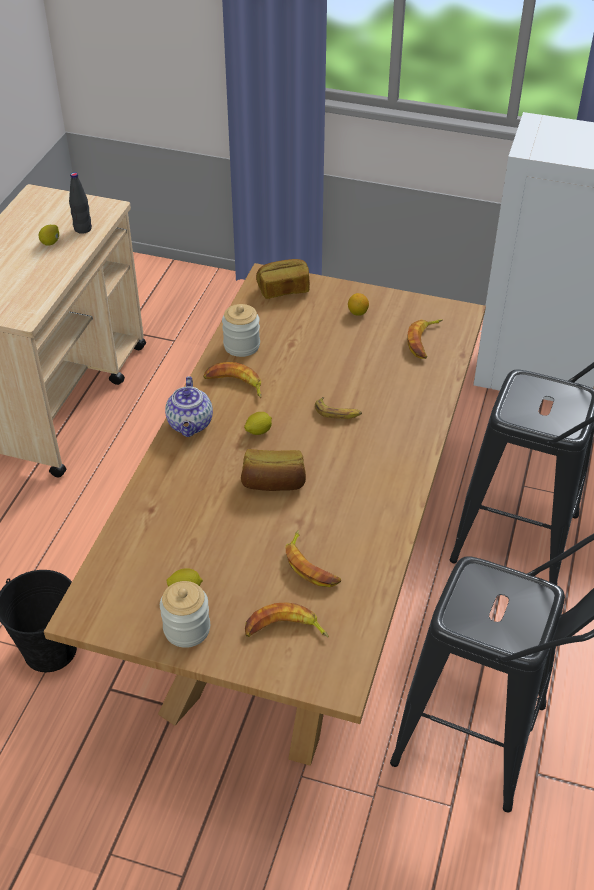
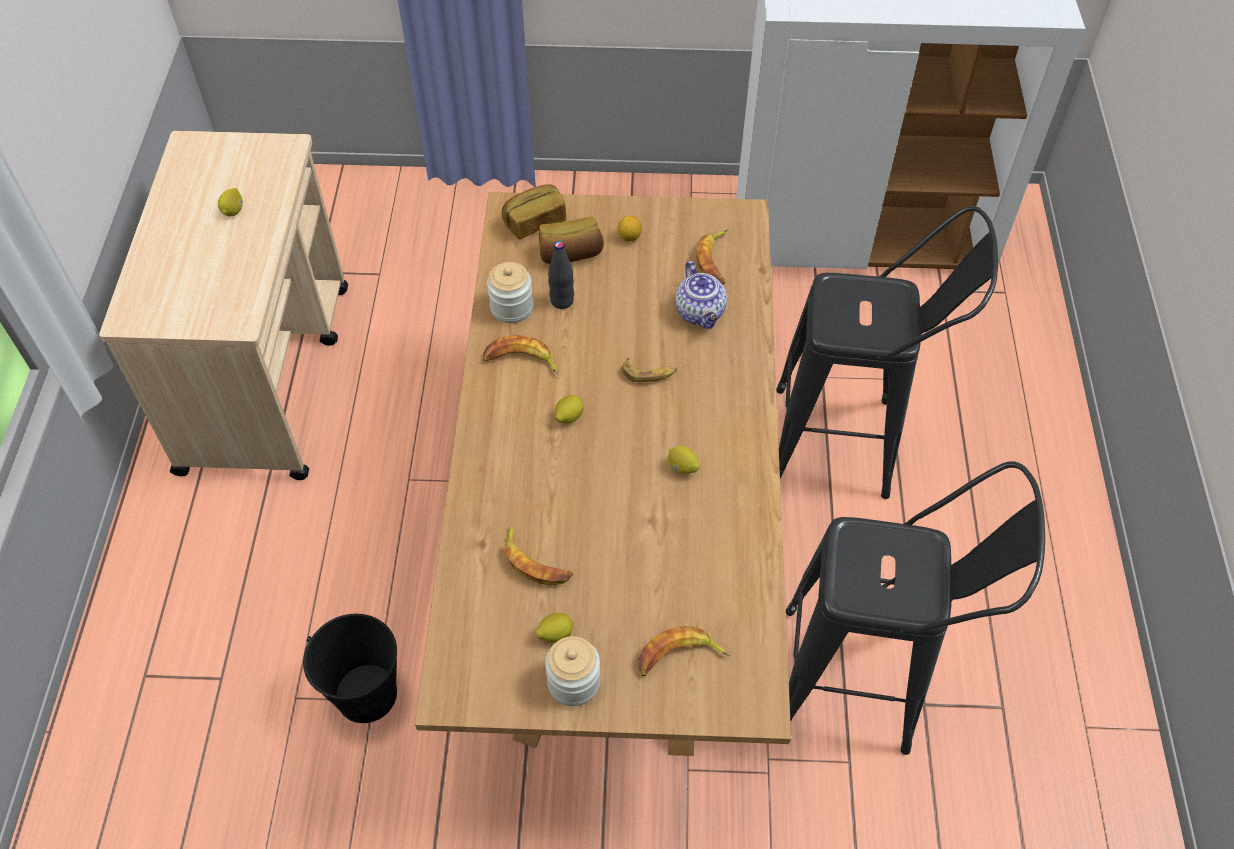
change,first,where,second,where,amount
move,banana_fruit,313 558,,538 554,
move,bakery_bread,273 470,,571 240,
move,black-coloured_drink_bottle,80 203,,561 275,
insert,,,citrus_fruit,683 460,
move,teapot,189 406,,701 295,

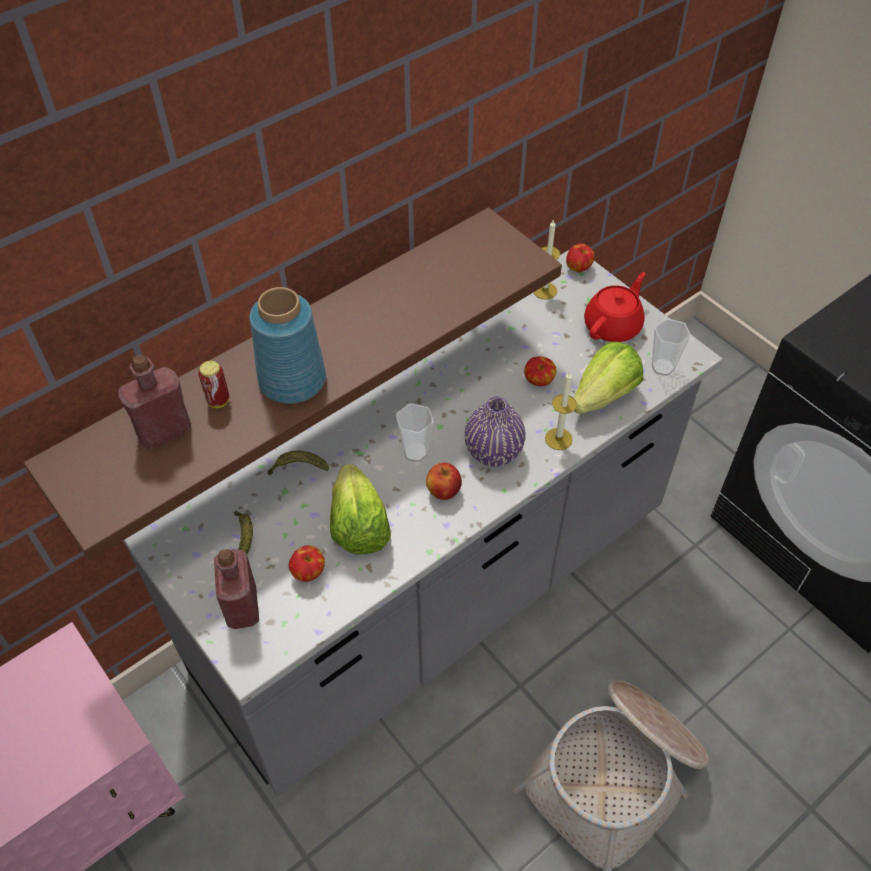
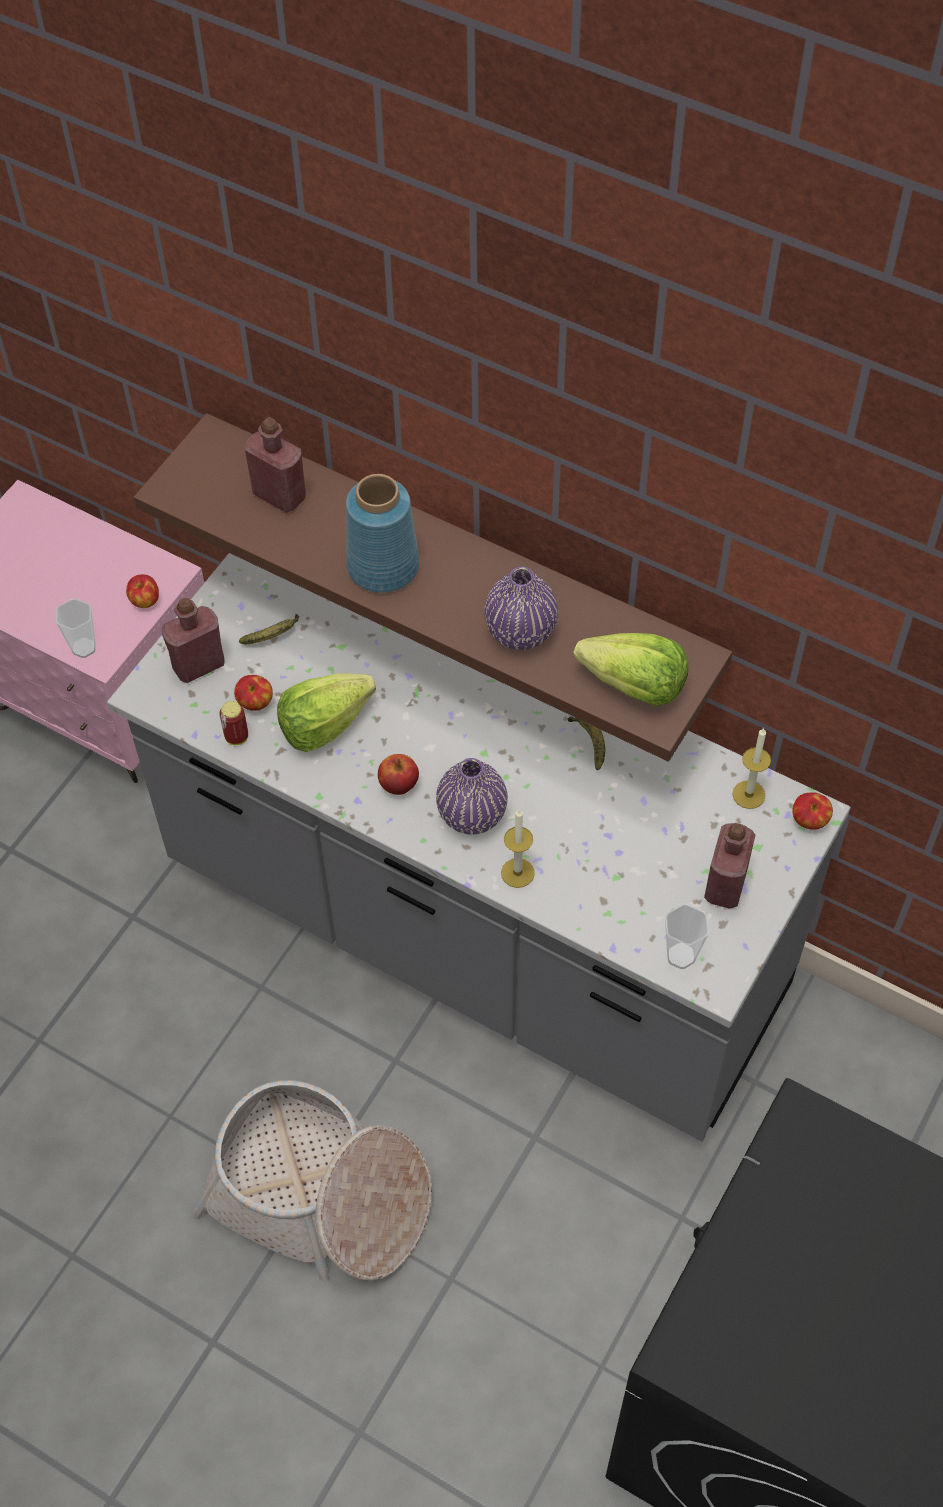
change,first,where,second,where,amount
move,cup,415 432,,75 628,
move,apple,540 371,,142 591,
move,can,214 384,,233 723,
insert,,,purple_decorative_vase,521 608,
move,banana_fruit,298 463,,586 743,
move,head_of_lettuce,608 377,,631 669,
replace,red-coloured_teapot,614 307,red-coloured_drink_bottle,729 865,

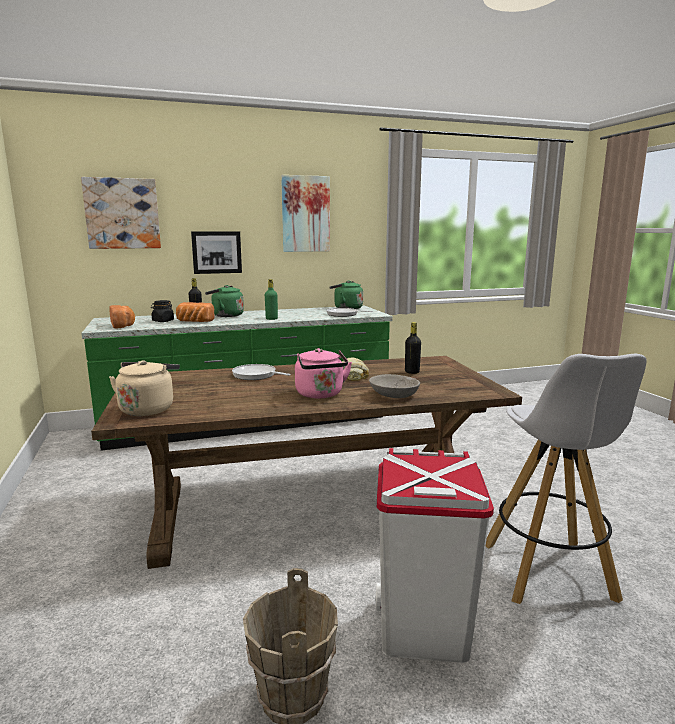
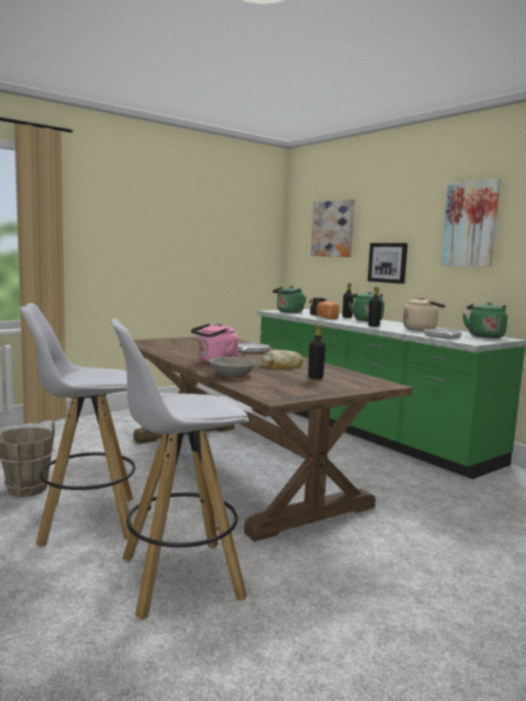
change,first,where,second,where,amount
replace,white-coloured_rubbish_bin,434 555,white-coloured_stool,77 425,
replace,bakery_bread,122 317,greenish_water_kettle,289 299,
recolor,greenish_drink_bottle,271 299,black-coloured_drink_bottle,375 307,
move,sand-coloured_water_kettle,144 388,,424 314,

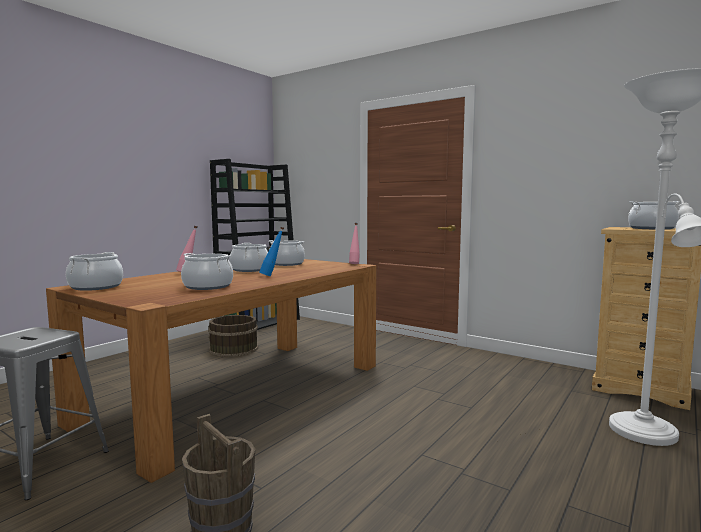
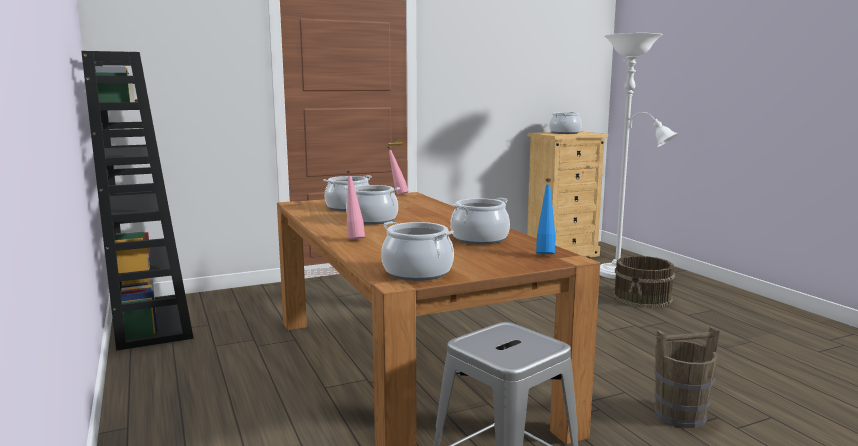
change,first,where,second,where,amount
move,blue_drink_bottle,271 251,,546 216,
move,brown-coloured_bucket,233 336,,644 282,

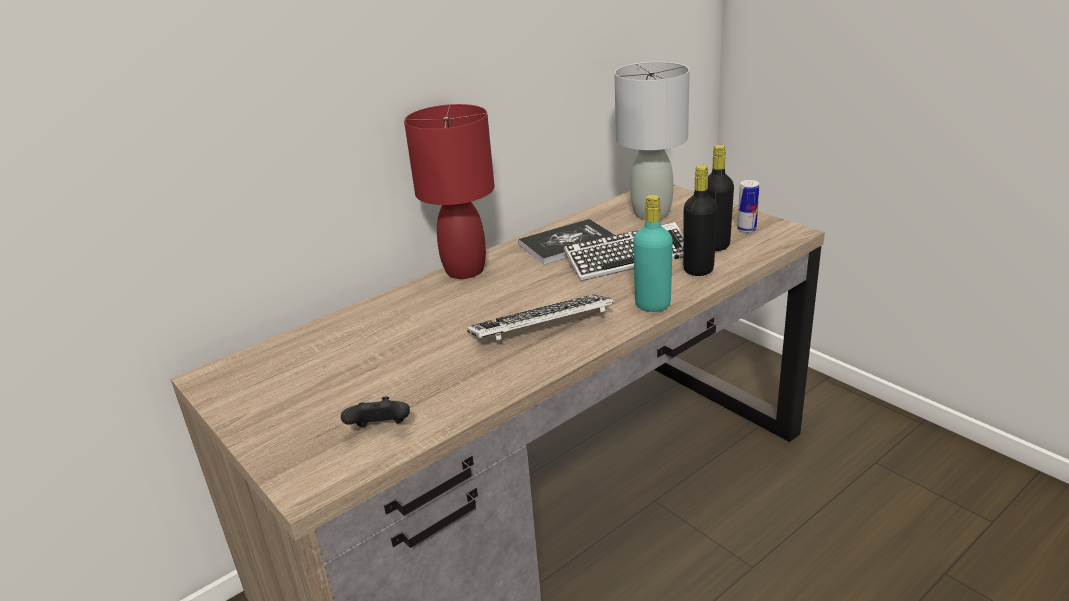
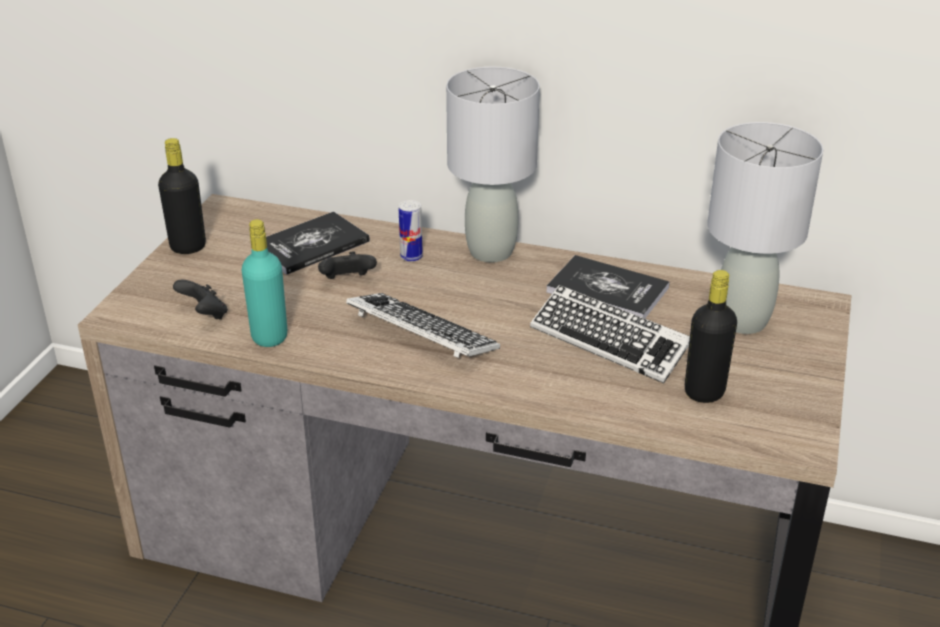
change,first,where,second,where,amount
move,black-coloured_drink_bottle,700 220,,182 196,
move,turquoise-coloured_drink_bottle,653 253,,264 283,
insert,,,volume,318 243,
insert,,,black-coloured_joypad,347 265,
move,can,748 206,,411 231,
recolor,red-coloured_lamp_for_a_table,449 191,grey_lamp_for_a_table,493 165,

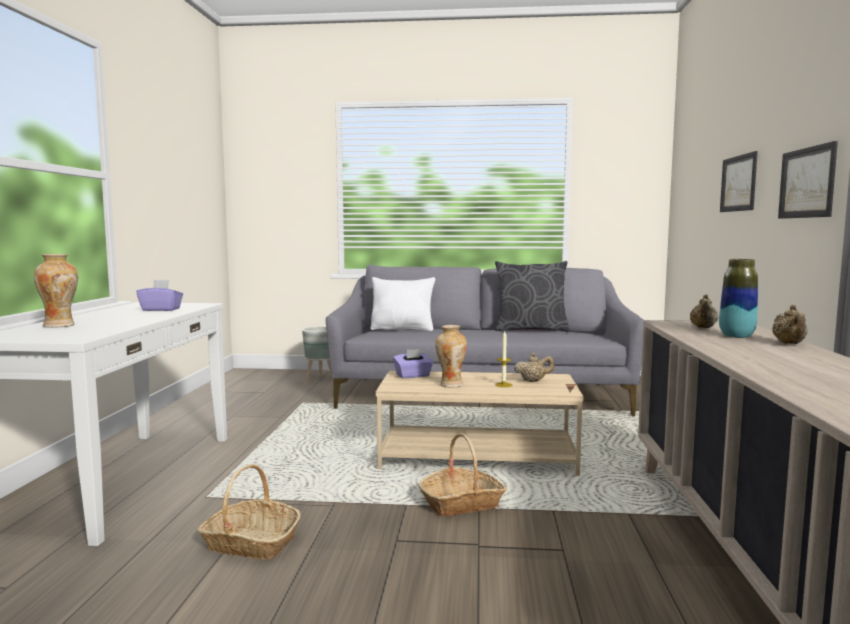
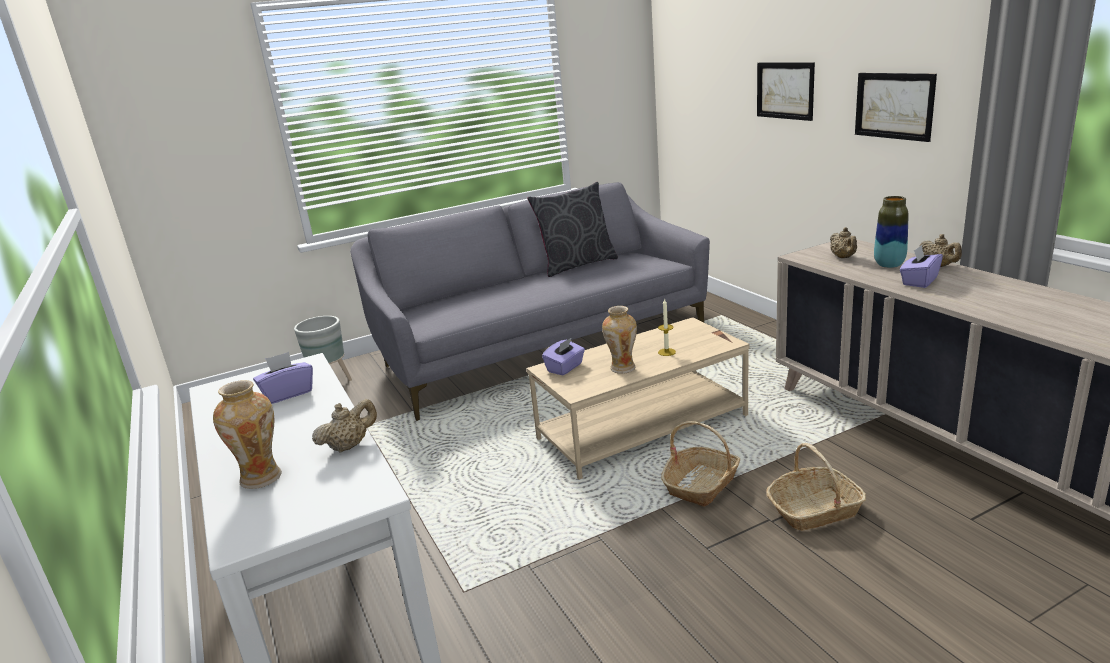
change,first,where,second,where,amount
move,sand-coloured_teapot,534 367,,344 426,
move,storage_basket,249 512,,816 487,
insert,,,purple_tissue_holder,921 266,
delete,white-coloured_throw_pillow,403 304,,,

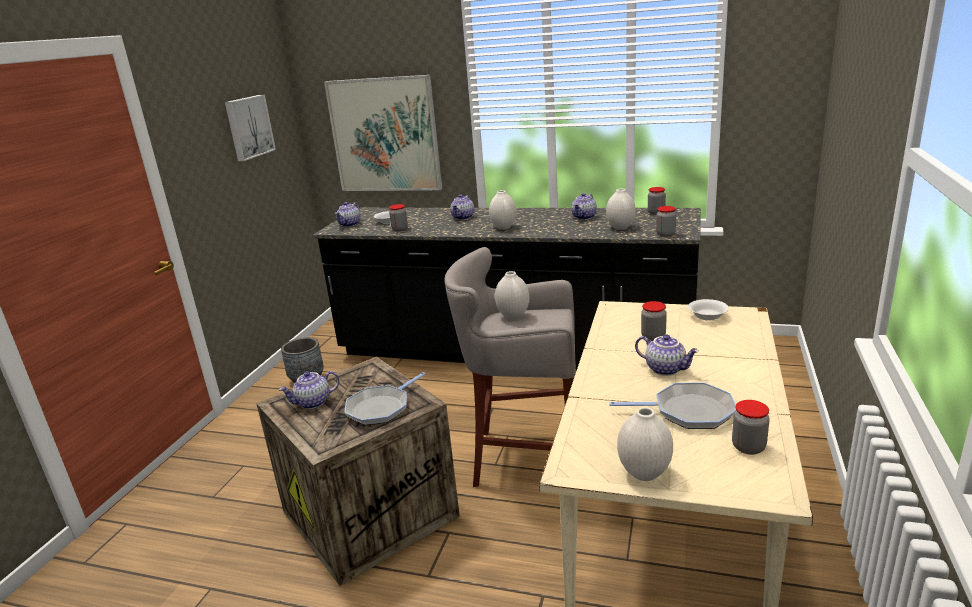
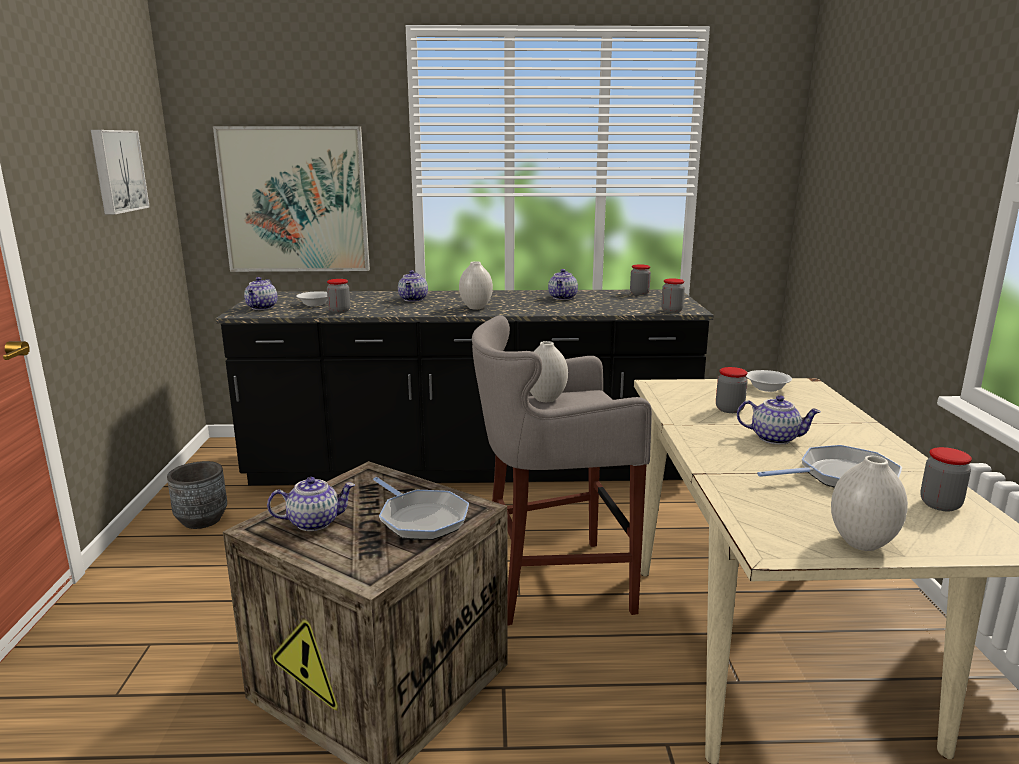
change,first,where,second,where,amount
rotate,teapot,309 390,,311 504,150 degrees counterclockwise
rotate,skillet,385 398,,421 508,60 degrees counterclockwise
delete,white-coloured_decorative_vase,621 209,,,

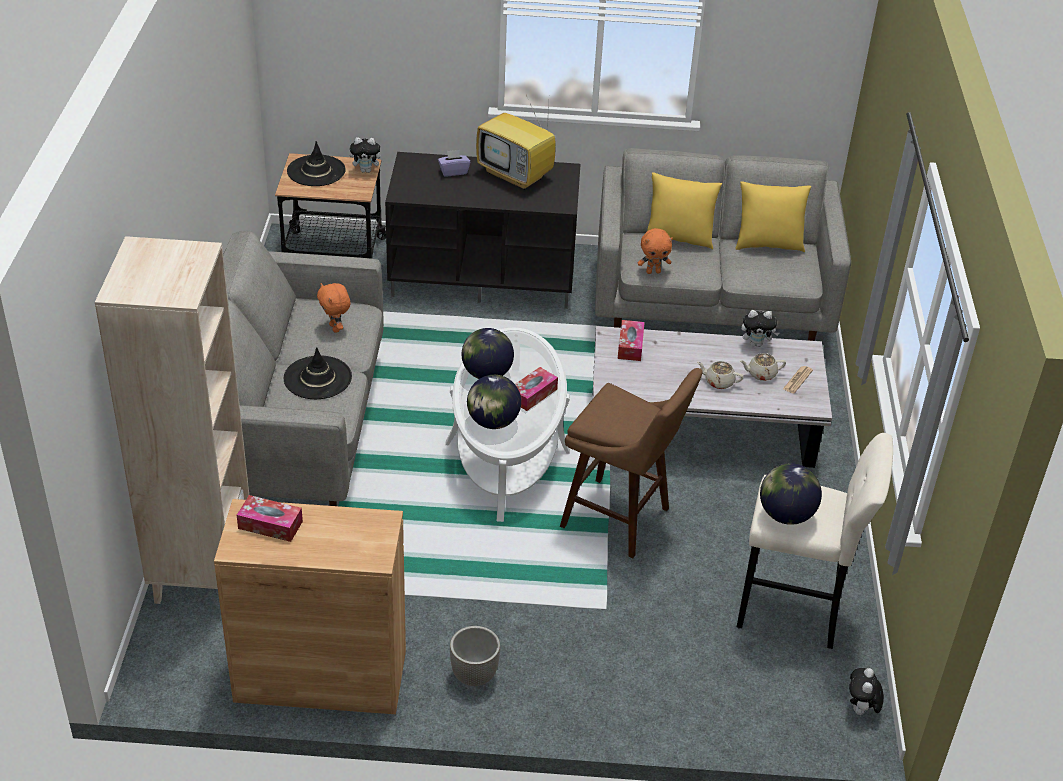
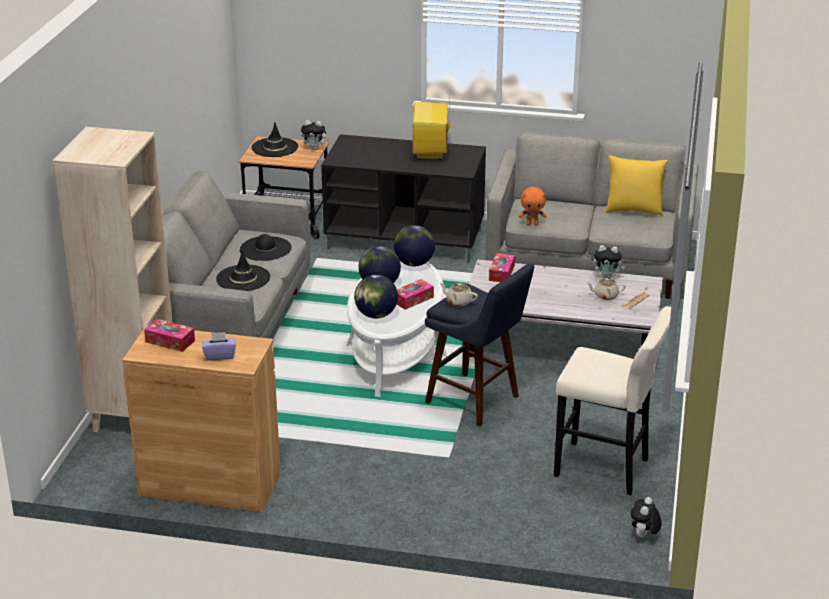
change,first,where,second,where,amount
move,purple_tissue_holder,454 163,,219 346,
replace,orange-coloured_plush_toy,334 308,black-coloured_hat,266 247,
move,world_globe,791 494,,414 245,
rotate,television,516 142,,431 122,45 degrees clockwise
recolor,brown-coloured_stool,631 463,blue_stool,479 345,
move,sand-coloured_teapot,720 375,,459 295,
delete,flower_pot,475 656,,,
delete,yellowish_throw_pillow,684 211,,,

